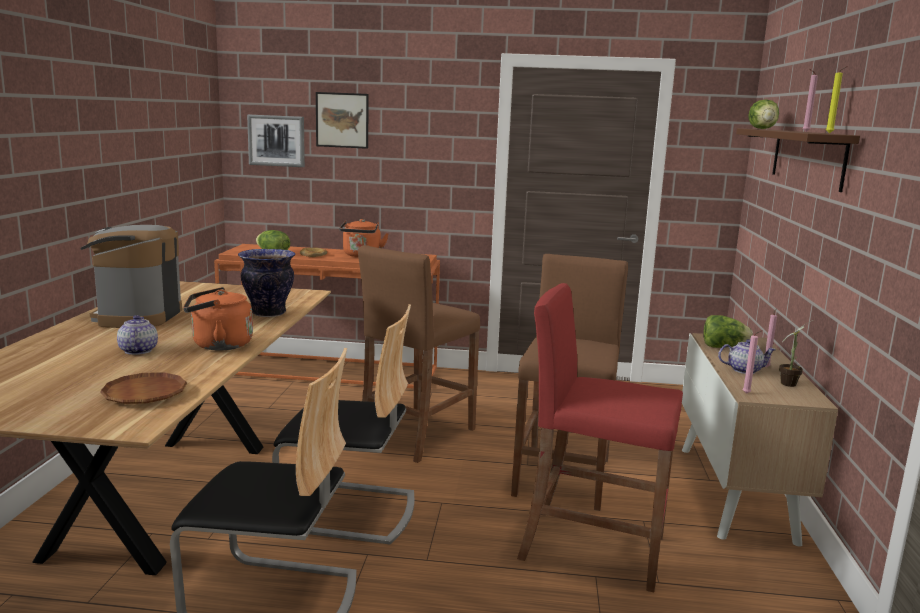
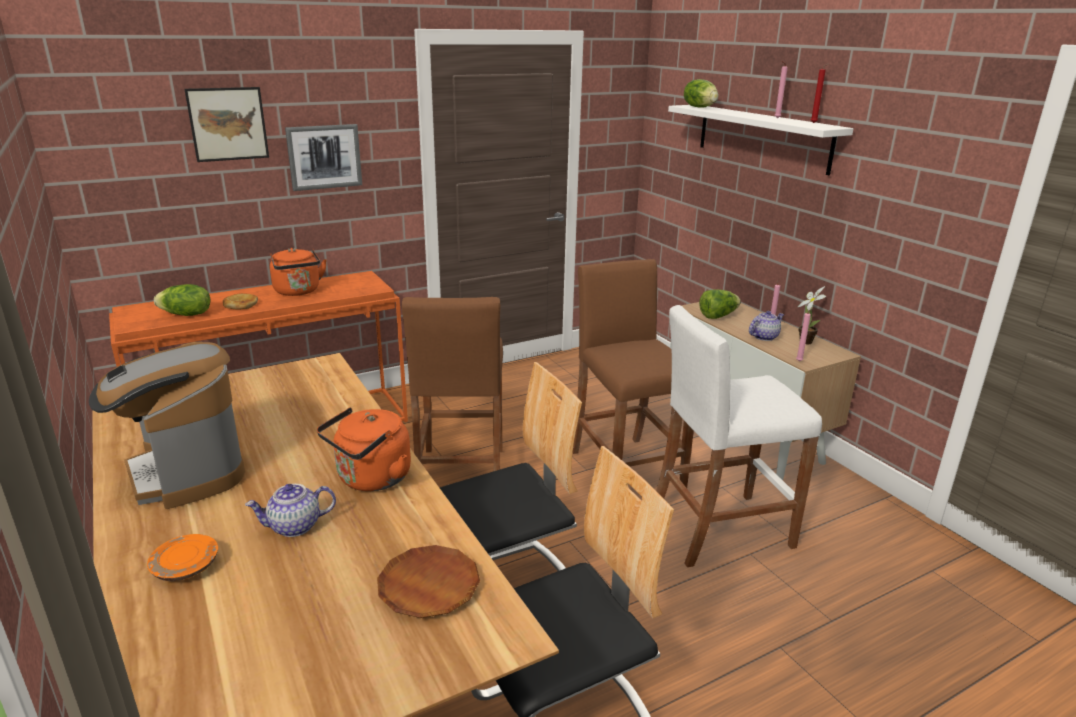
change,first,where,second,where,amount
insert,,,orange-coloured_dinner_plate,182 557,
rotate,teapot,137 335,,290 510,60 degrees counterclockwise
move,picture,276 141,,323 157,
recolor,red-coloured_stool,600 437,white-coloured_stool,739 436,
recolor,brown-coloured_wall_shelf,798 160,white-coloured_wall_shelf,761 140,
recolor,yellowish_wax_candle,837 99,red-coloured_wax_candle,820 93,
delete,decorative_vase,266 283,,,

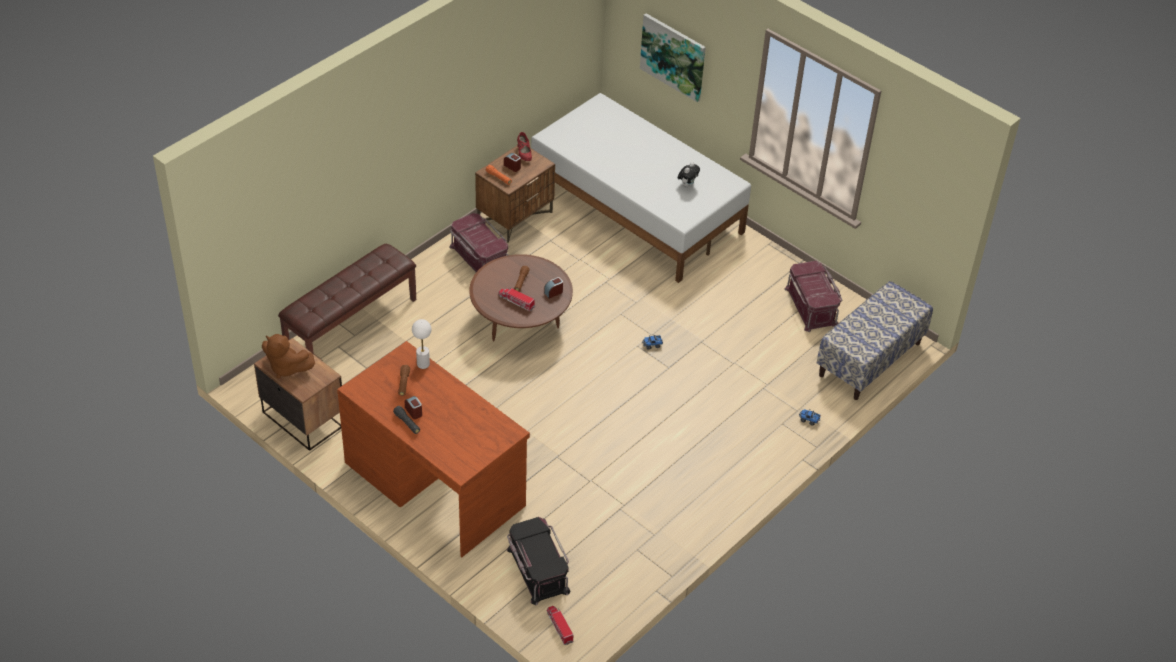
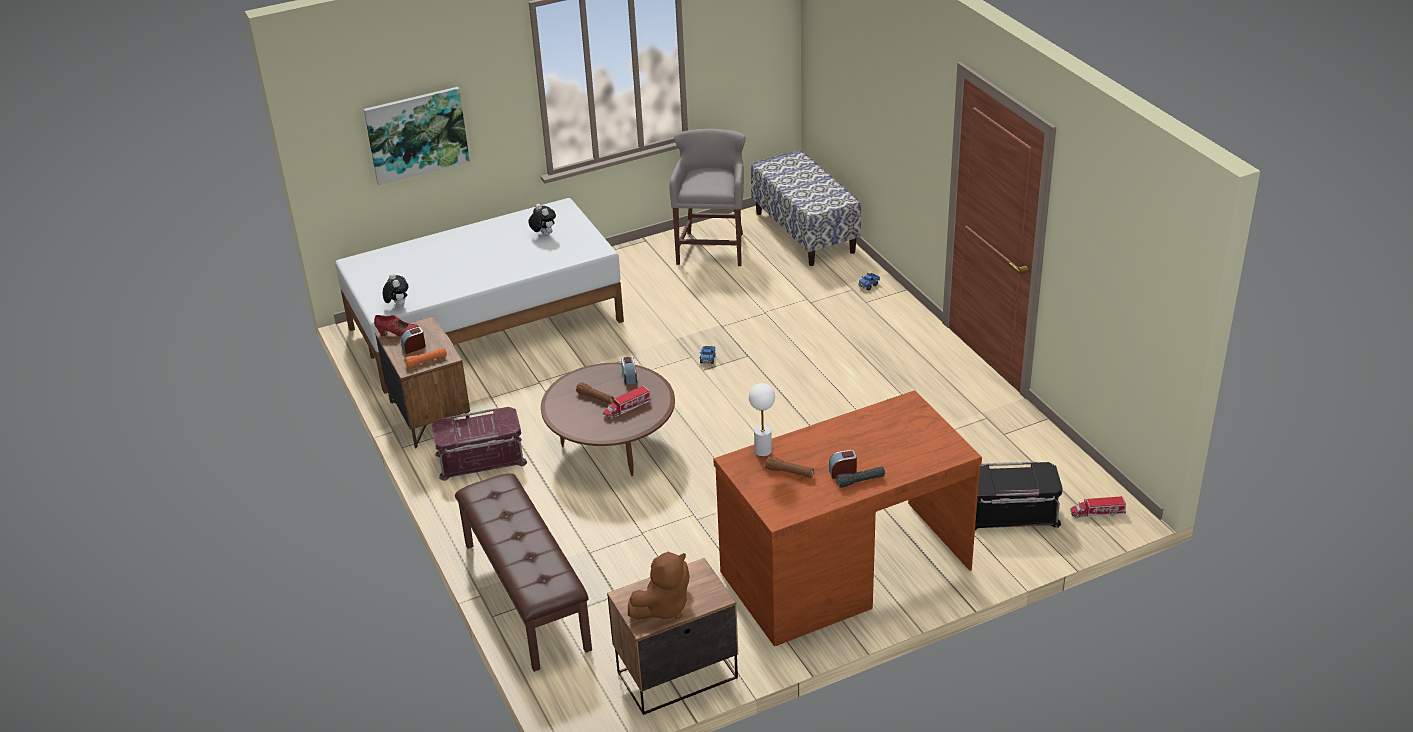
change,first,where,second,where,amount
insert,,,plush_toy,395 290,
replace,red-coloured_storage_bin,813 296,grey_stool,708 197,

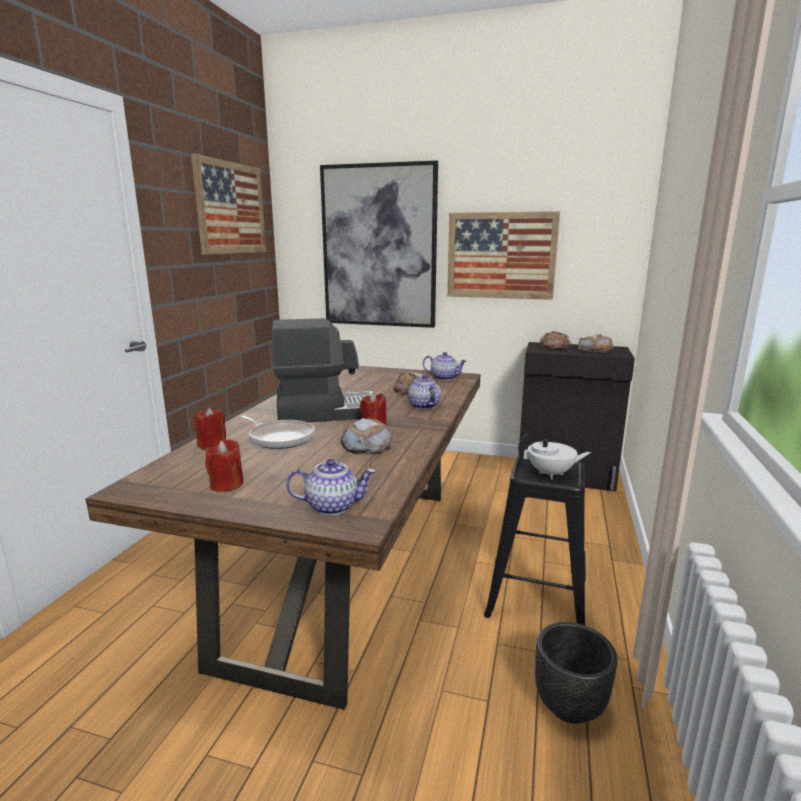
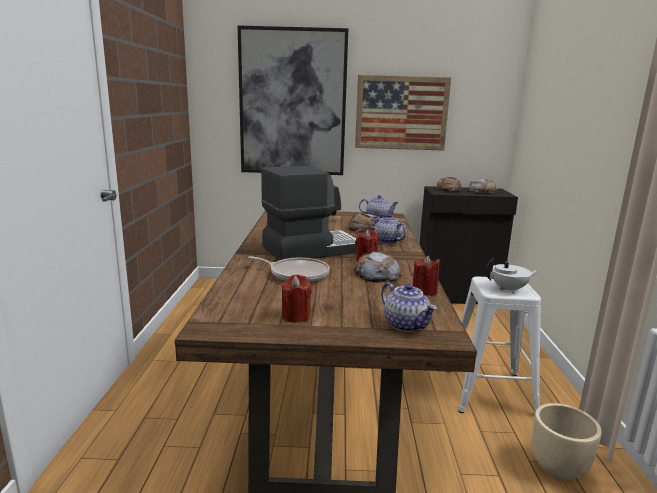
change,first,where,second,where,amount
rotate,teapot,330 487,,409 307,75 degrees clockwise
move,red-coloured_wax_candle,210 428,,426 276,
recolor,black-coloured_stool,535 540,white-coloured_stool,493 345,
recolor,black-coloured_flower_pot,576 673,sand-coloured_flower_pot,566 441,
delete,picture,228 204,,,

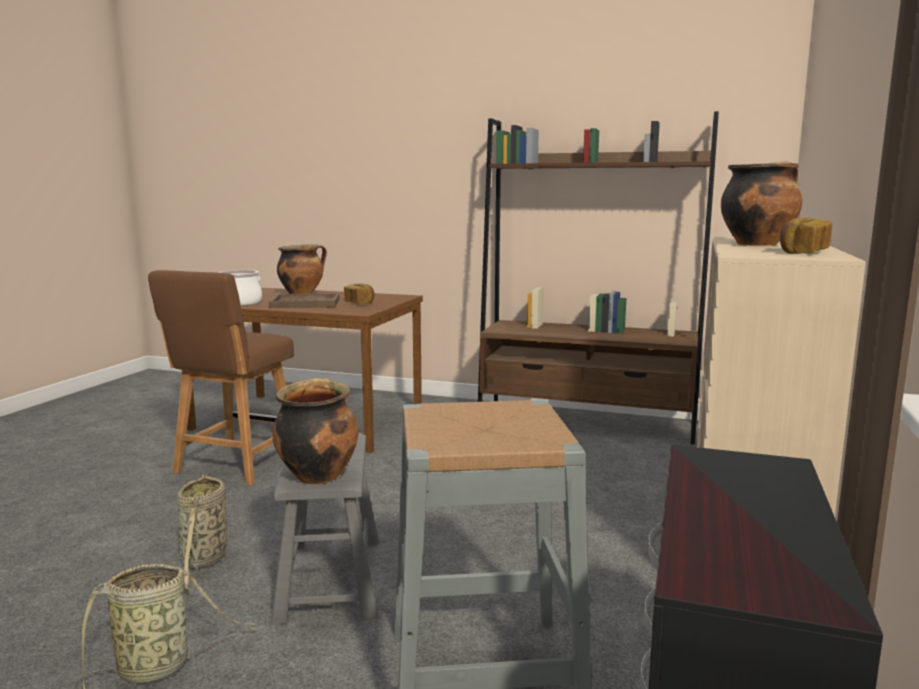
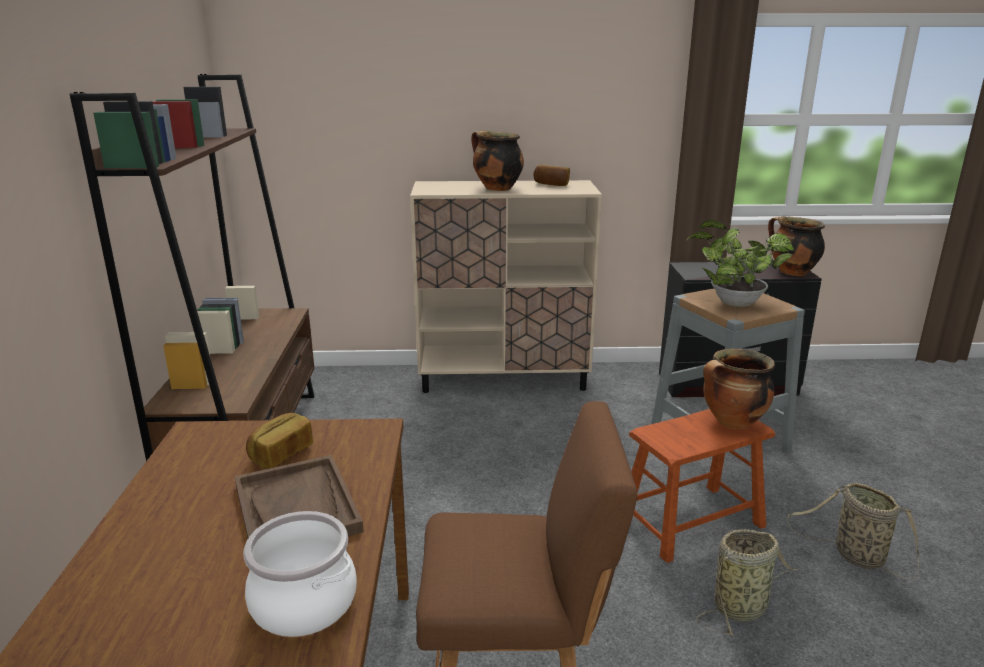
change,first,where,second,where,amount
recolor,grey_stool,325 528,brown-coloured_stool,702 486,
insert,,,potted_plant,740 263,
move,stockpot,302 269,,796 246,

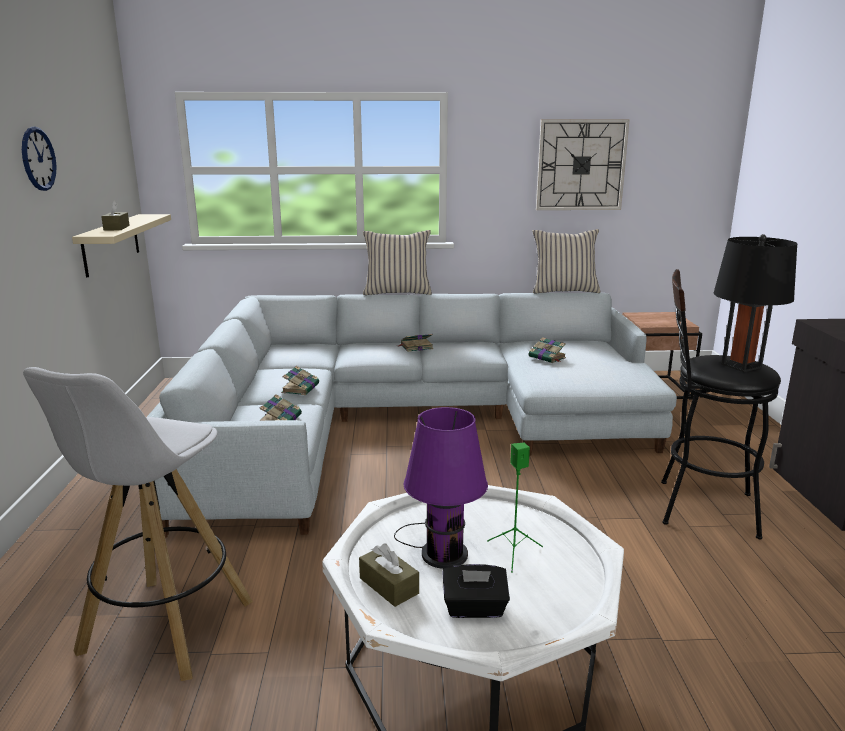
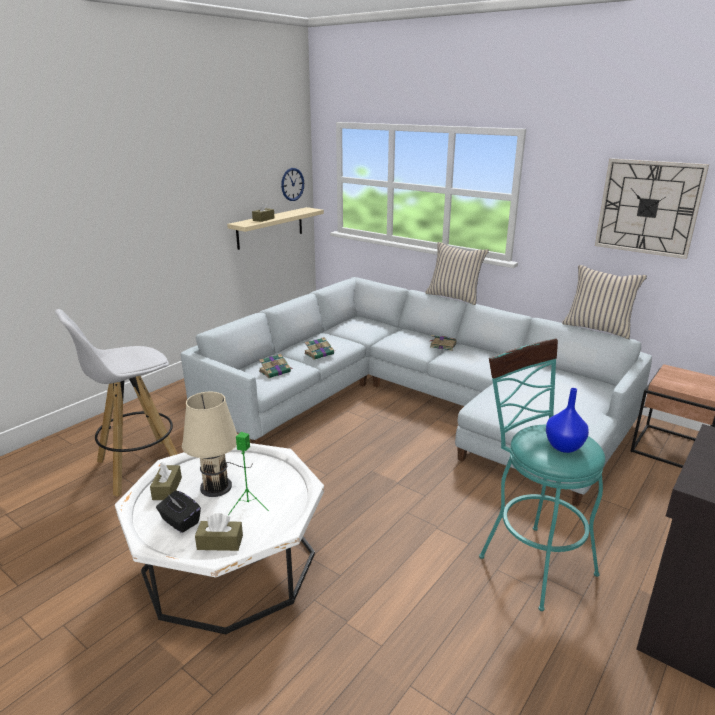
change,first,where,second,where,amount
recolor,purple_lamp_for_a_table,441 488,sand-coloured_lamp_for_a_table,217 444,
insert,,,brown-coloured_tissue_holder,219 532,
move,hanging_clock,39 159,,292 184,
recolor,black-coloured_stool,721 404,turquoise-coloured_stool,542 474,
replace,black-coloured_lamp_for_a_table,755 303,blue_decorative_vase,567 420,
delete,volume,547 350,,,

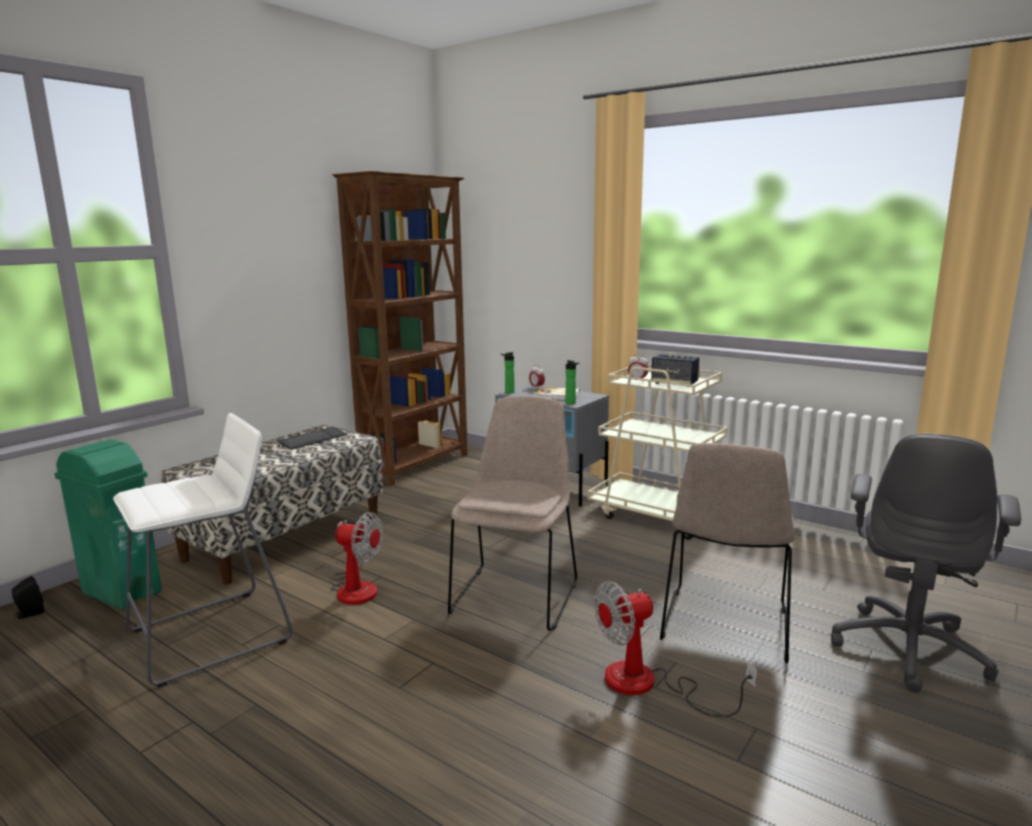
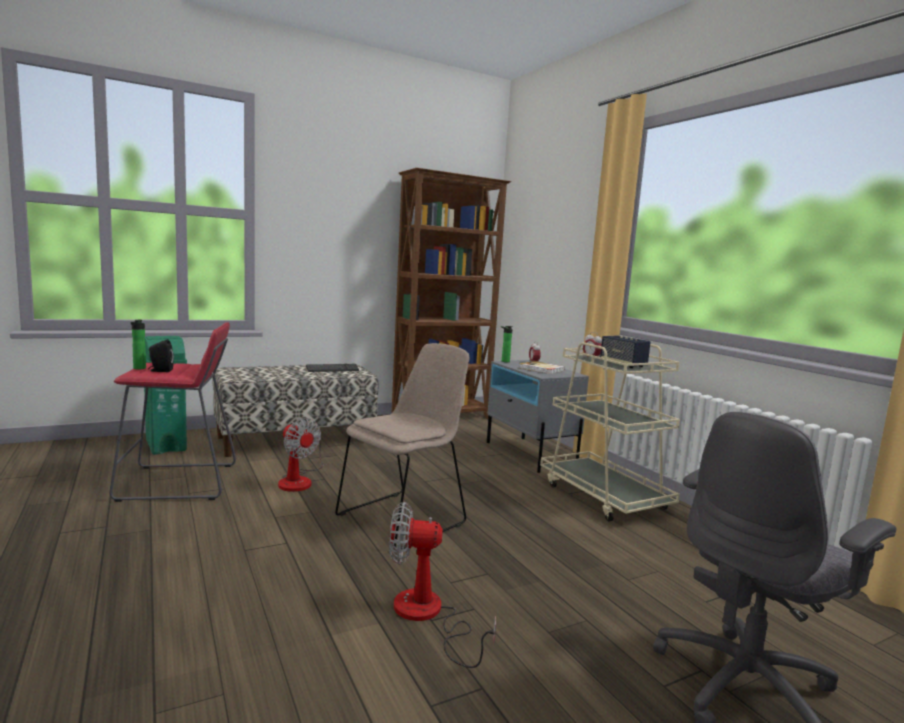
change,first,where,second,where,amount
recolor,white-coloured_stool,202 550,red-coloured_stool,172 412,
move,drink_bottle,572 382,,138 344,
move,black-coloured_audio_speaker,28 597,,161 355,
delete,sand-coloured_upright_chair,727 553,,,

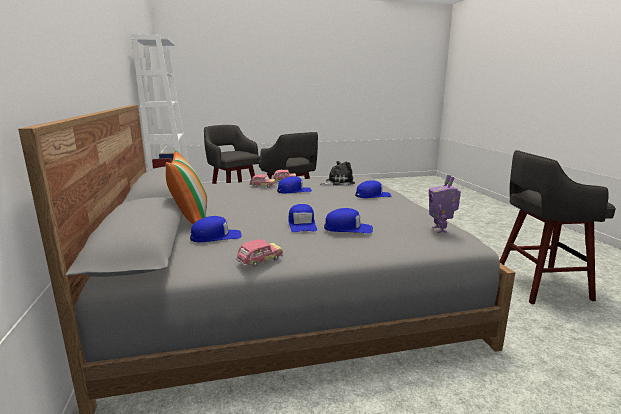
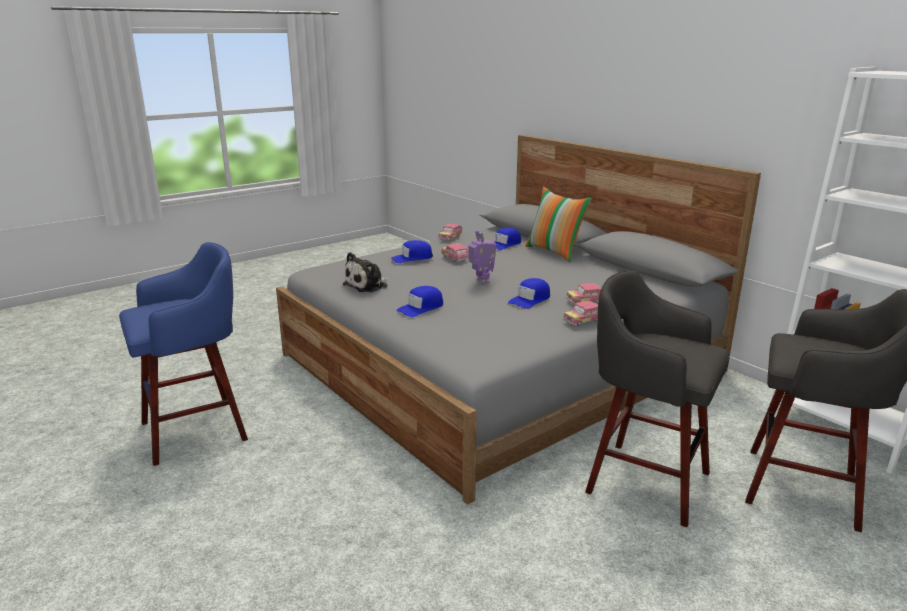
change,first,where,second,where,amount
recolor,grey_stool,557 227,blue_stool,183 354,
move,plush_toy,337 173,,365 272,
replace,blue_peaked_cap,302 218,toy_car,455 252,
move,robot_figure,445 204,,482 257,

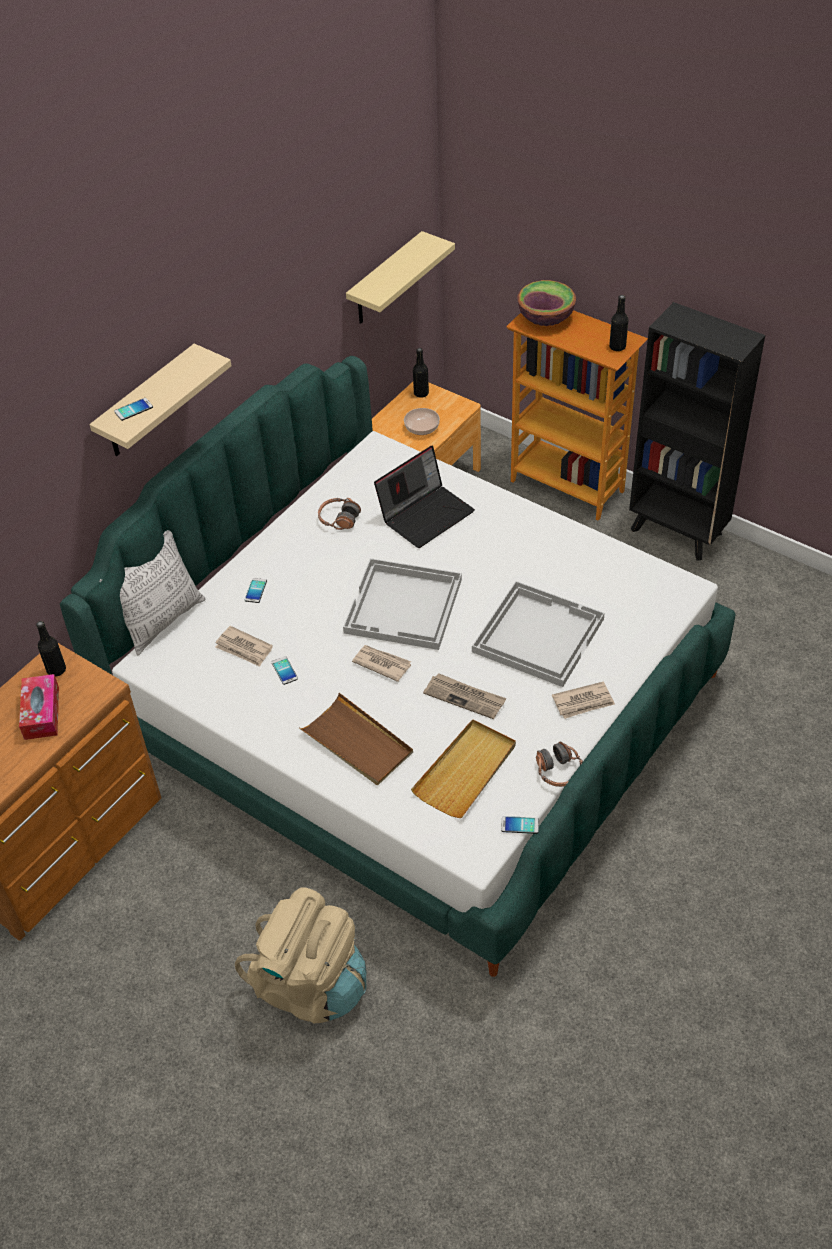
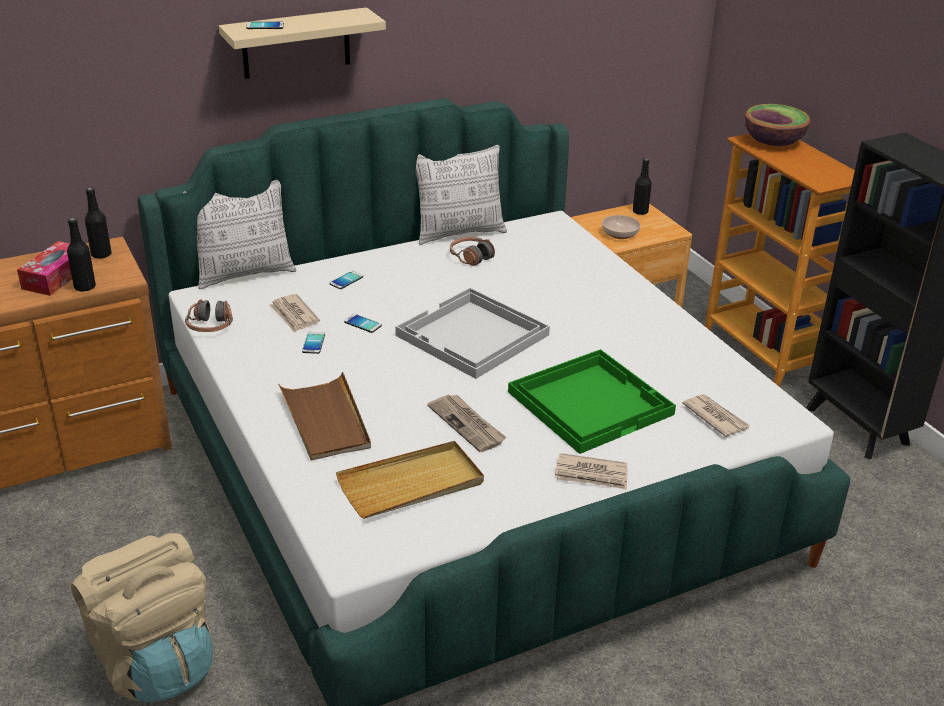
change,first,where,second,where,amount
move,black-coloured_drink_bottle,619 323,,81 254,
move,pair_of_headphones,559 764,,209 315,
move,phone,520 825,,363 323,
insert,,,throw_pillow,461 195,
recolor,white-coloured_tray,538 634,greenish_tray,592 401,
move,daily_paper,381 663,,716 415,
delete,sand-coloured_wall_shelf,400 277,,,
delete,notebook_computer,424 496,,,

